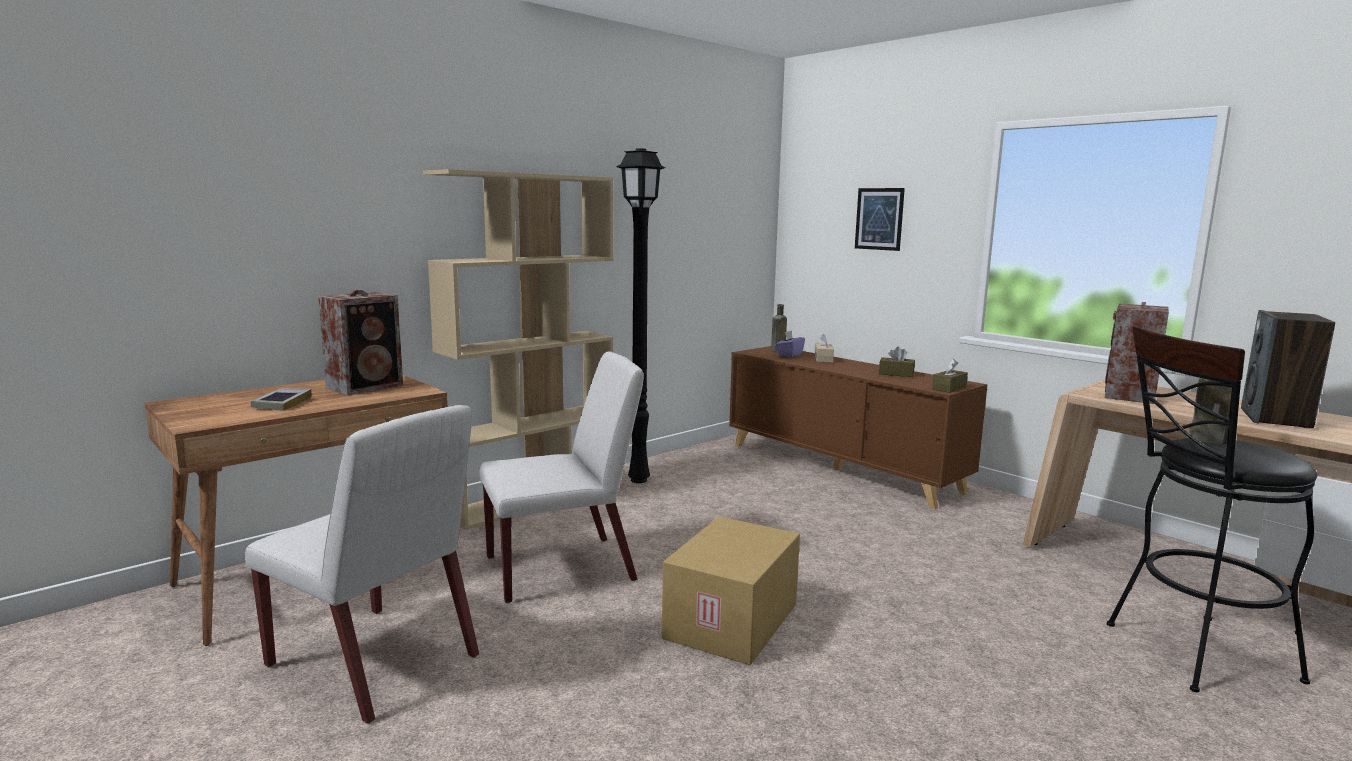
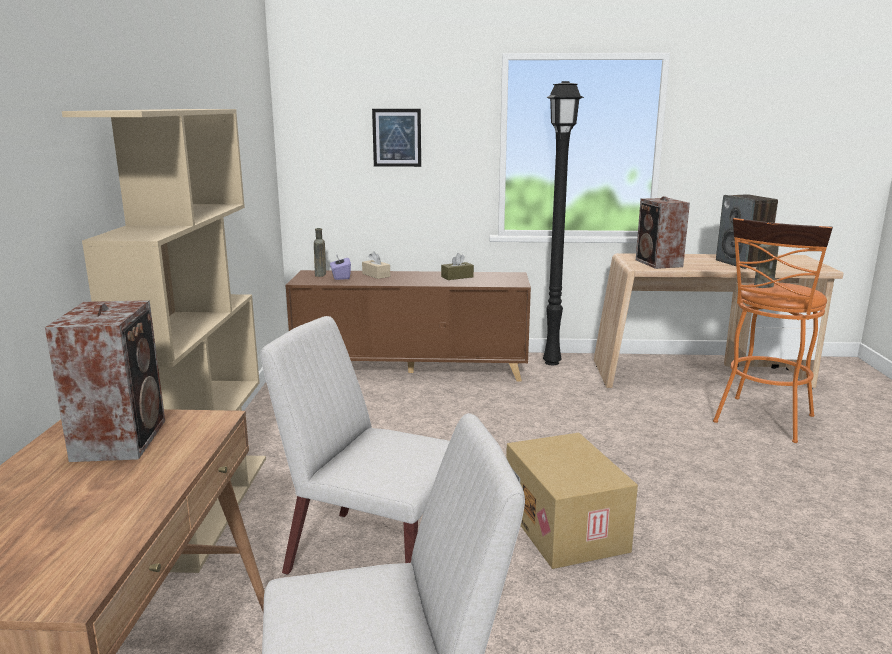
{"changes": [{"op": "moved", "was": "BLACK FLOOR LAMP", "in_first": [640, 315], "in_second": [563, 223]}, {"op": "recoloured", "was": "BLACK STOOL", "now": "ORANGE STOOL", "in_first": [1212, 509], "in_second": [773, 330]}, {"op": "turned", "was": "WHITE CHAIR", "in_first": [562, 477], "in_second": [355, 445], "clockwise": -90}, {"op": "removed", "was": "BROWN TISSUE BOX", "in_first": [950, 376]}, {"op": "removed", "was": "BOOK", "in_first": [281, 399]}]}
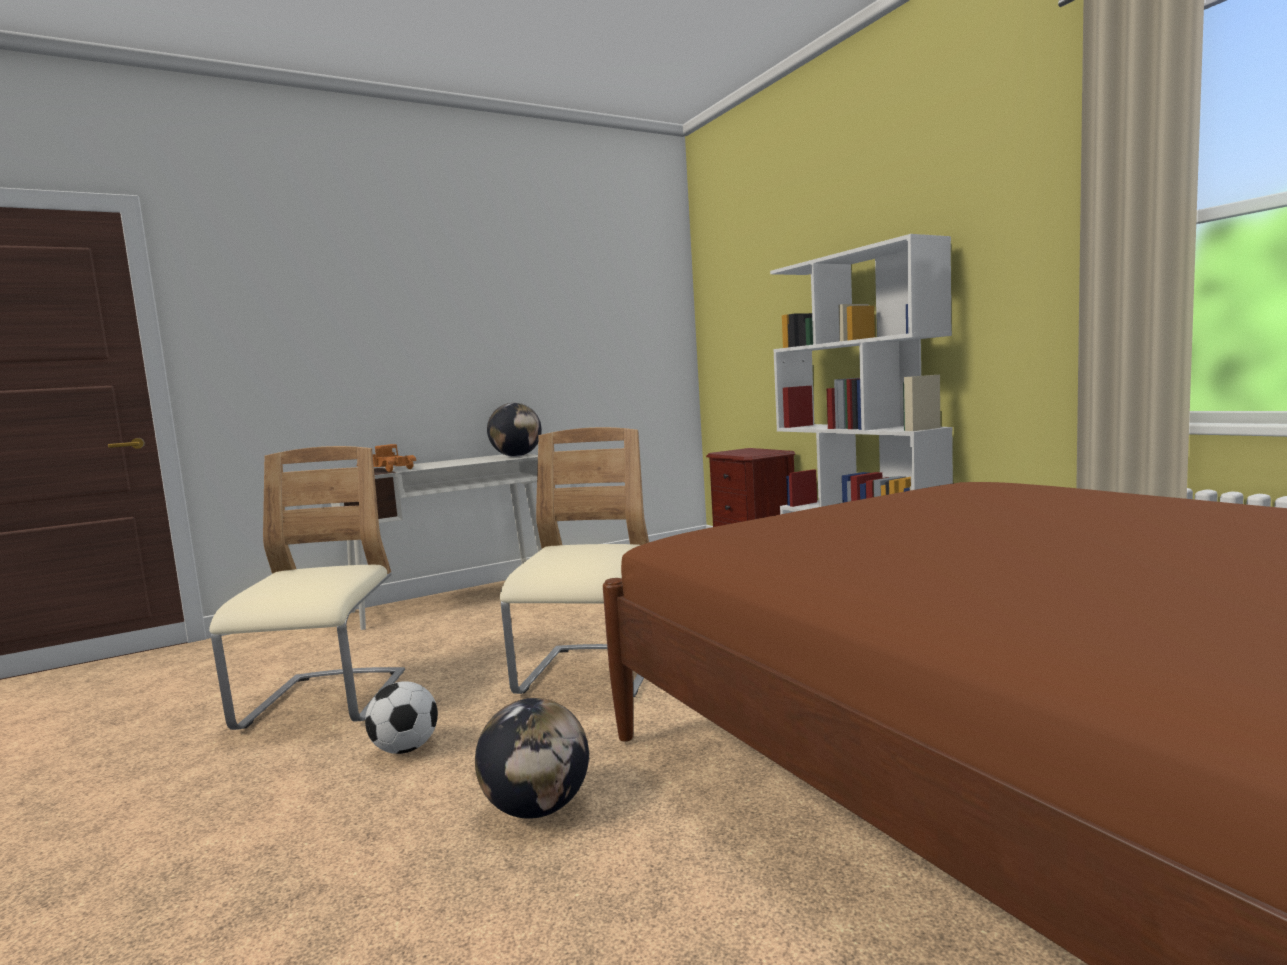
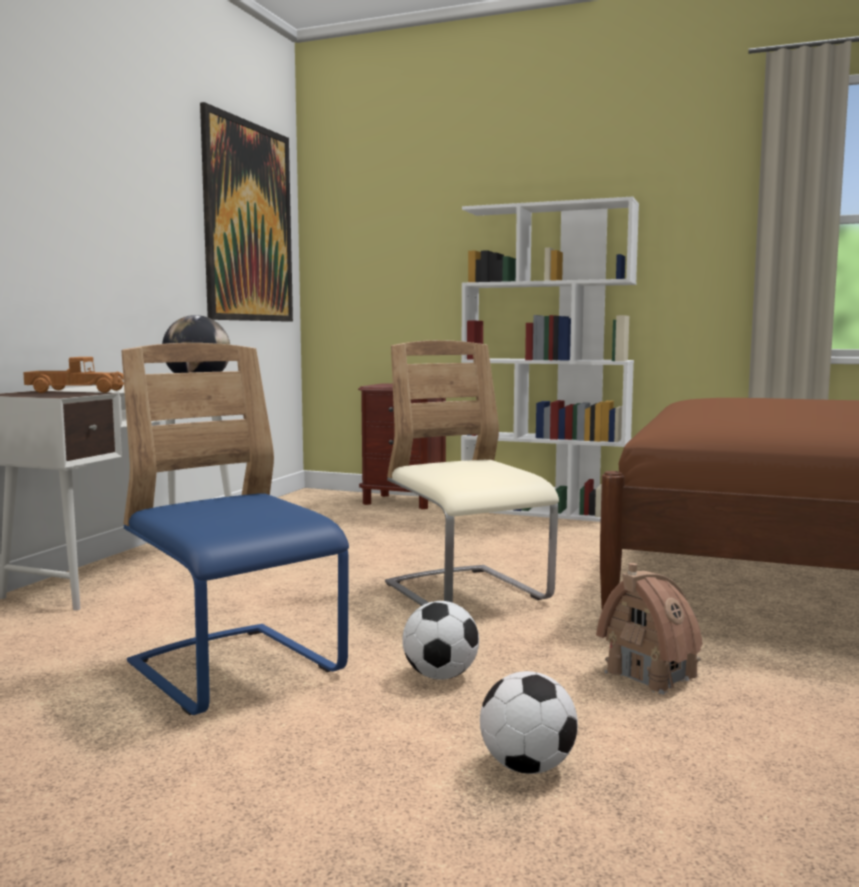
{"changes": [{"op": "recoloured", "was": "BEIGE CHAIR", "now": "BLUE CHAIR", "in_first": [307, 588], "in_second": [235, 529]}, {"op": "replaced", "was": "GLOBE", "now": "TOY HOUSE", "in_first": [532, 758], "in_second": [649, 629]}, {"op": "added", "now": "PICTURE", "in_second": [246, 212]}, {"op": "added", "now": "FOOTBALL", "in_second": [529, 722]}]}
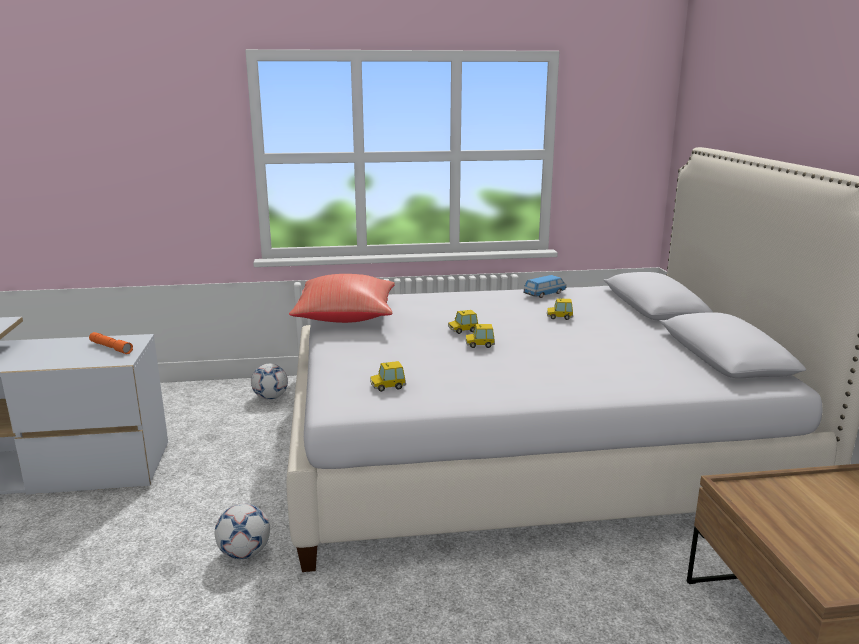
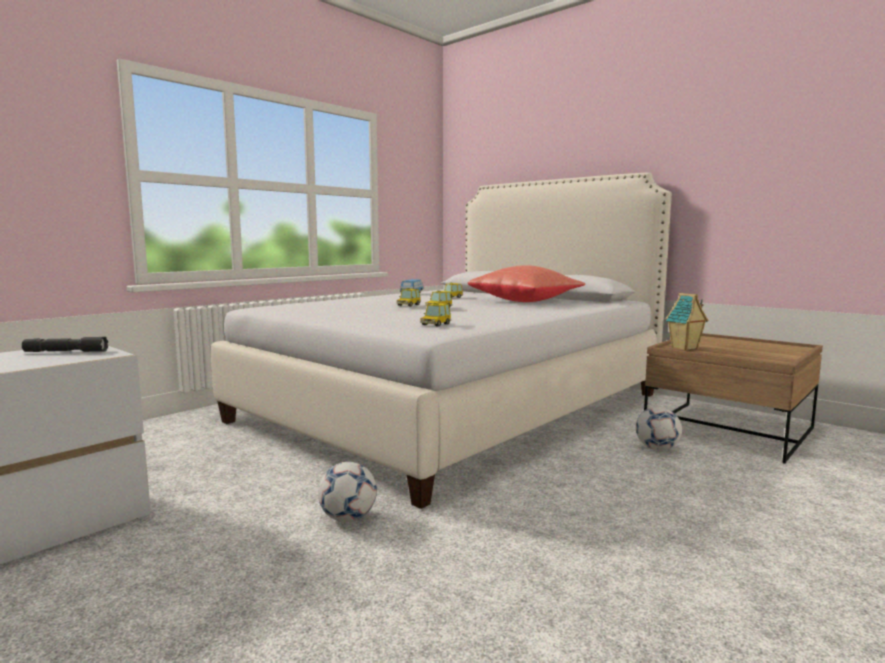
{"changes": [{"op": "moved", "was": "RED PILLOW", "in_first": [342, 298], "in_second": [526, 283]}, {"op": "recoloured", "was": "ORANGE FLASHLIGHT", "now": "GREY FLASHLIGHT", "in_first": [111, 343], "in_second": [65, 344]}, {"op": "moved", "was": "FOOTBALL", "in_first": [269, 382], "in_second": [659, 429]}, {"op": "added", "now": "TOY HOUSE", "in_second": [686, 321]}]}
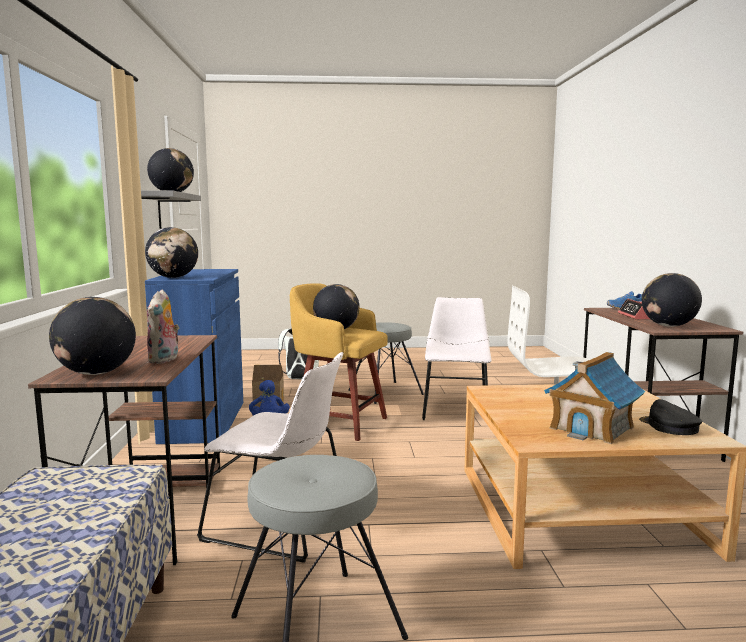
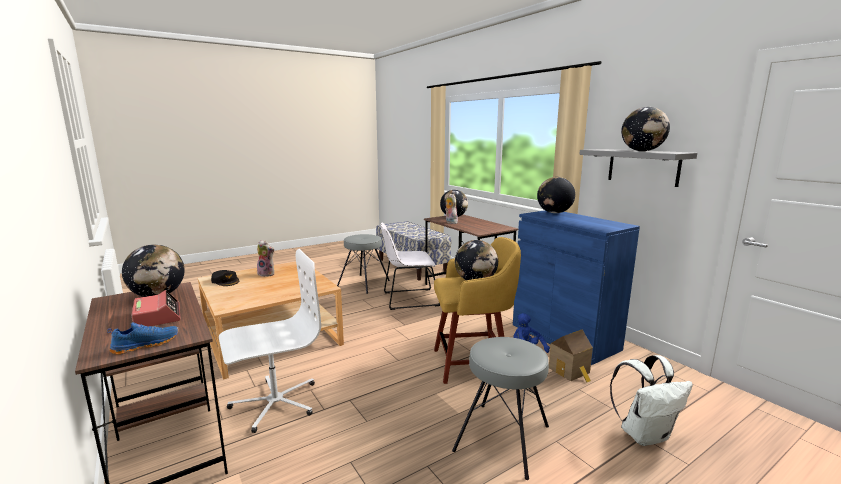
{"changes": [{"op": "removed", "was": "WHITE CHAIR", "in_first": [456, 358]}, {"op": "replaced", "was": "TOY HOUSE", "now": "PLUSH TOY", "in_first": [595, 398], "in_second": [265, 258]}]}
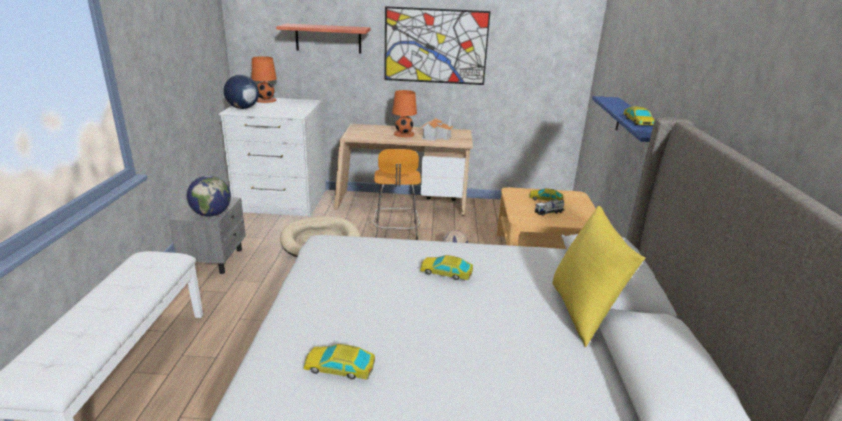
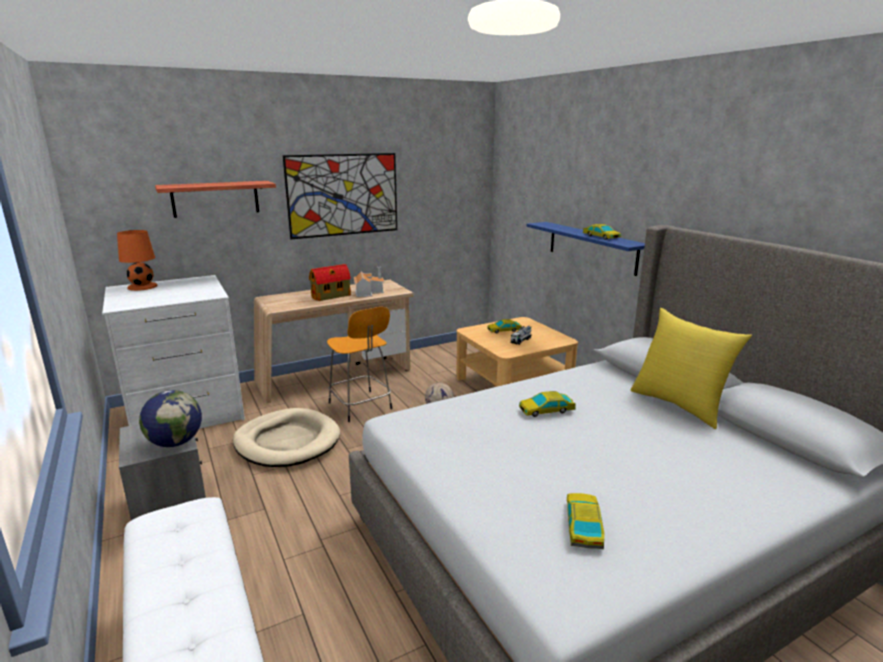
{"changes": [{"op": "removed", "was": "GLOBE", "in_first": [241, 92]}, {"op": "replaced", "was": "ORANGE TABLE LAMP", "now": "TOY HOUSE", "in_first": [404, 113], "in_second": [330, 282]}, {"op": "turned", "was": "TOY CAR", "in_first": [339, 362], "in_second": [586, 521], "clockwise": 120}]}
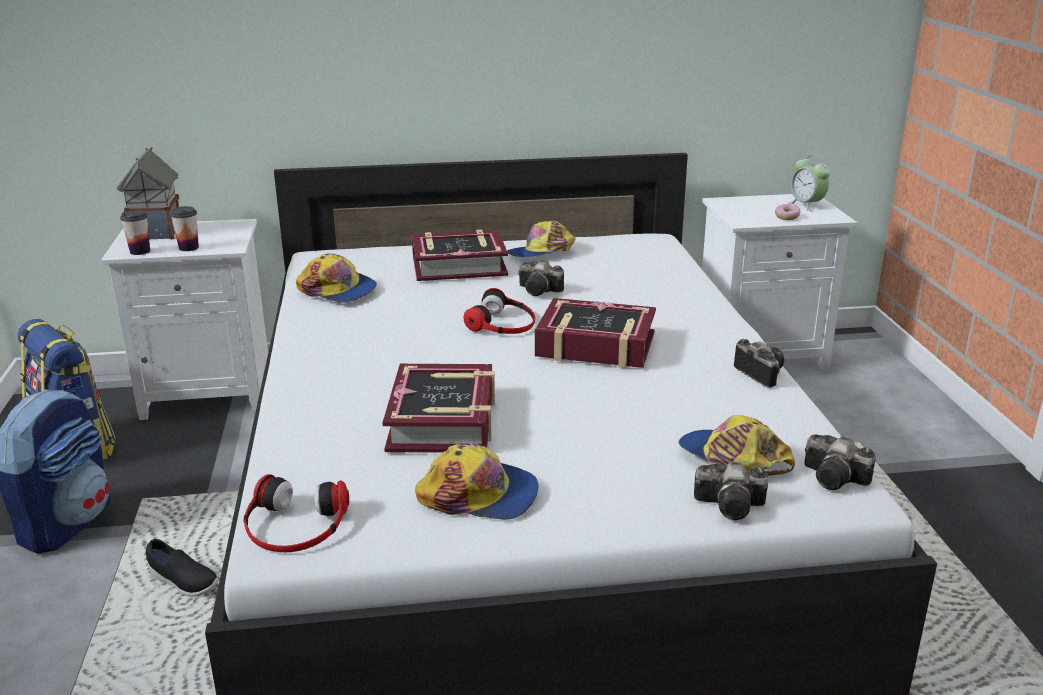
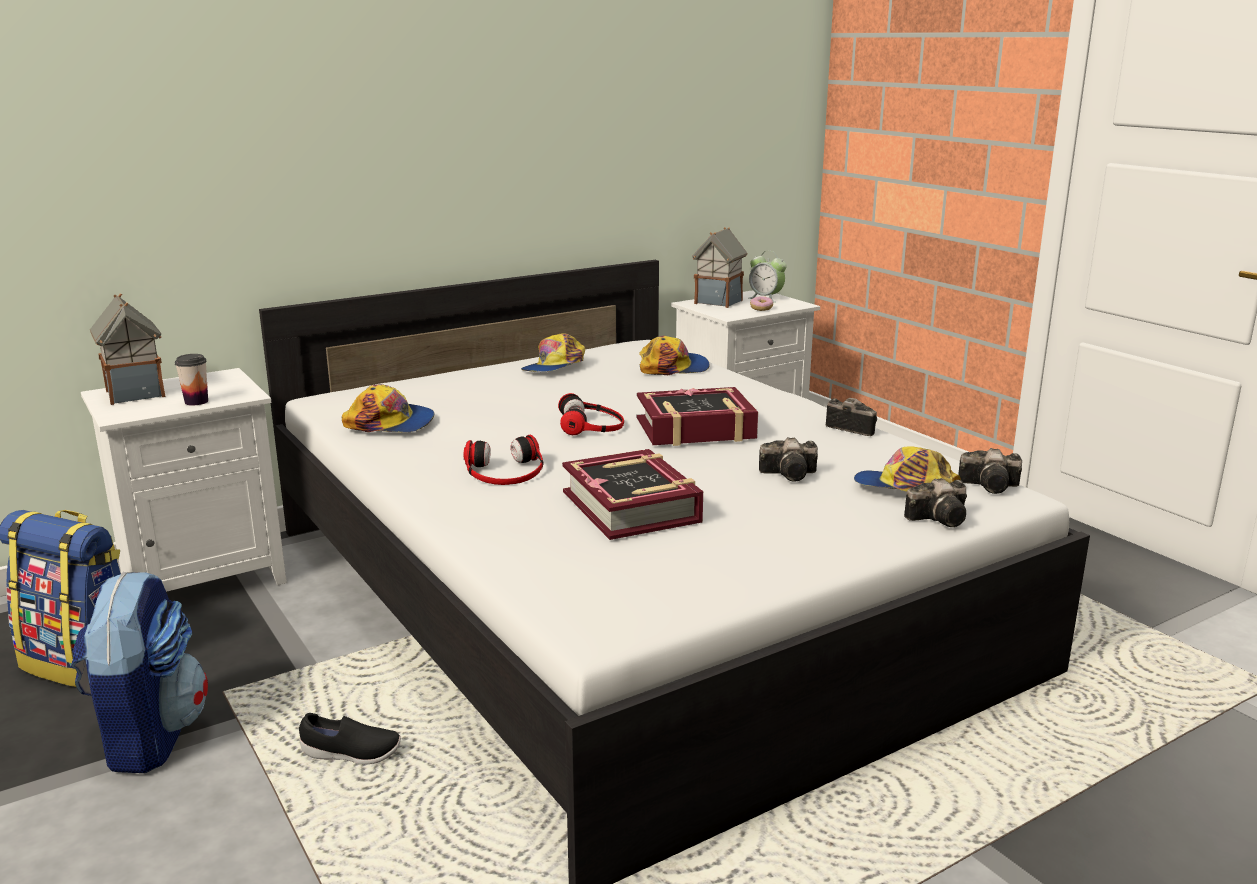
{"changes": [{"op": "removed", "was": "CUP", "in_first": [135, 232]}, {"op": "removed", "was": "BOOK", "in_first": [460, 255]}, {"op": "moved", "was": "PHOTO CAMERA", "in_first": [541, 278], "in_second": [788, 459]}, {"op": "moved", "was": "CAP", "in_first": [476, 481], "in_second": [674, 355]}, {"op": "moved", "was": "HEADPHONES", "in_first": [296, 513], "in_second": [503, 460]}, {"op": "added", "now": "TOY HOUSE", "in_second": [719, 267]}]}
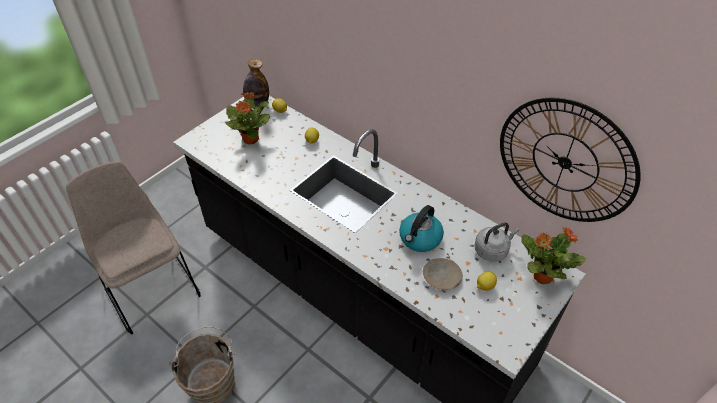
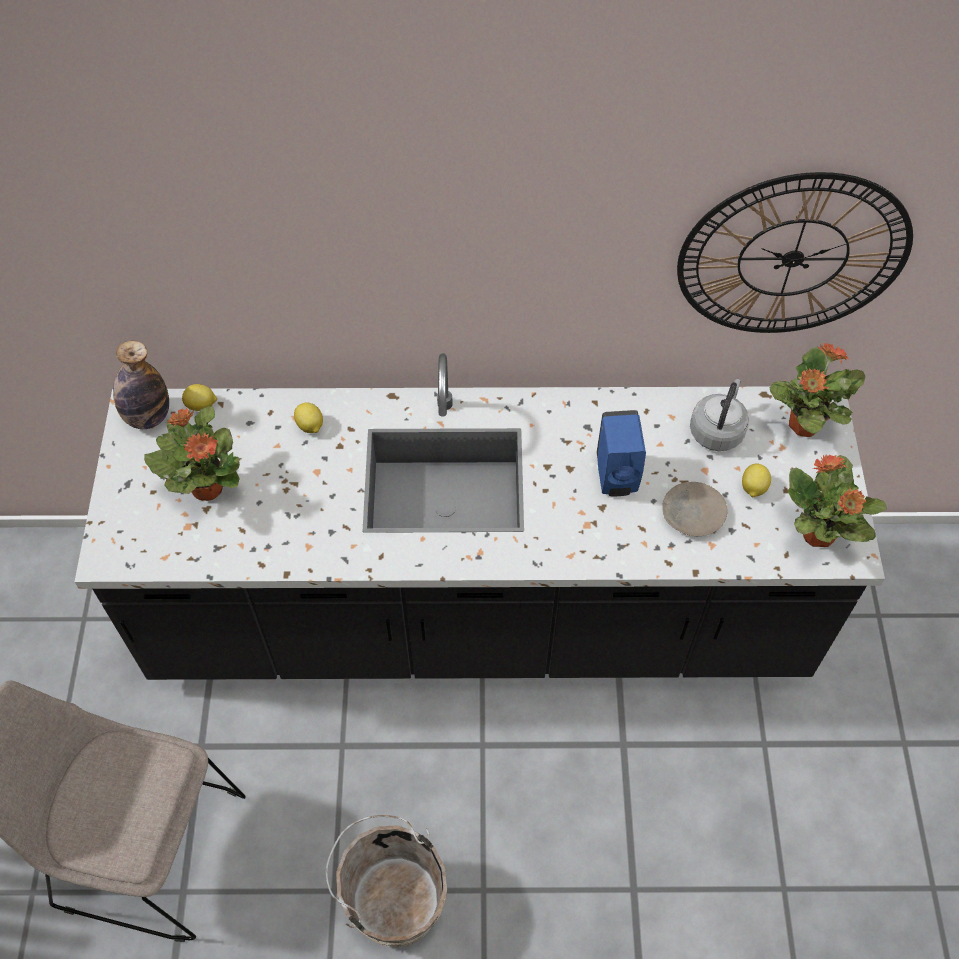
{"changes": [{"op": "replaced", "was": "KETTLE", "now": "BLUE SOAP DISPENSER", "in_first": [421, 228], "in_second": [621, 453]}, {"op": "added", "now": "POTTED PLANT", "in_second": [837, 501]}]}
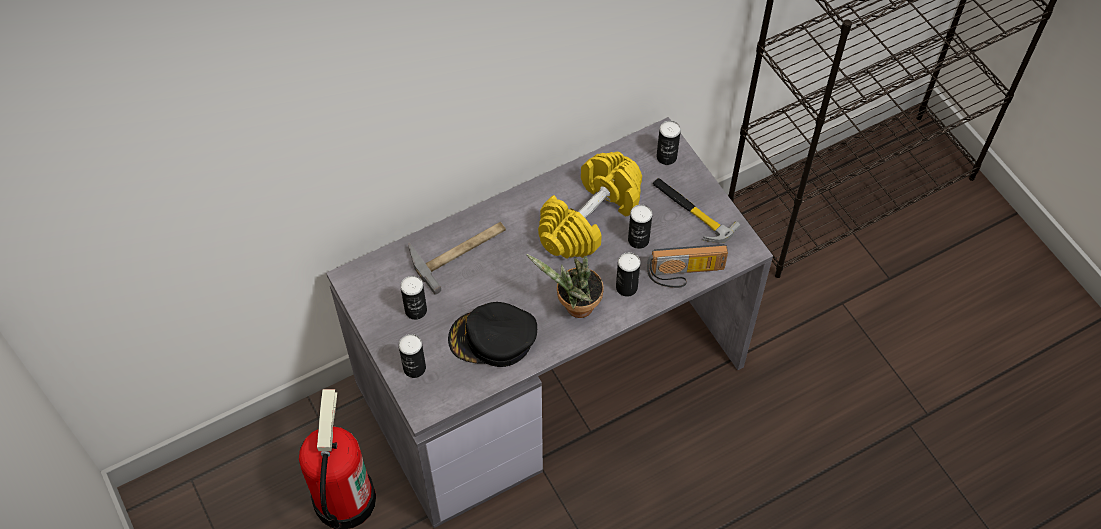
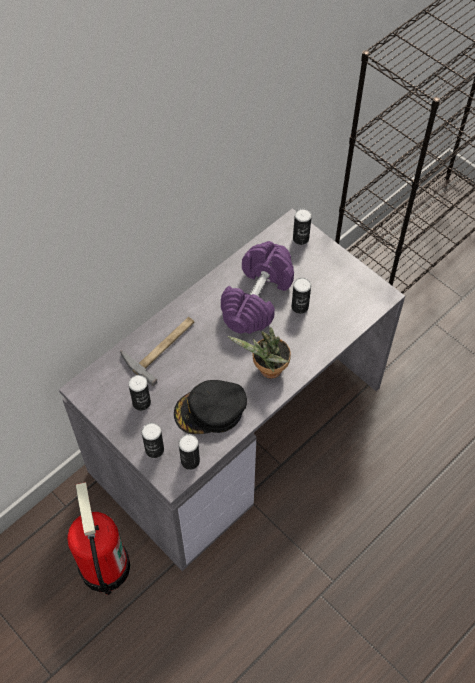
{"changes": [{"op": "recoloured", "was": "YELLOW DUMBBELL", "now": "PURPLE DUMBBELL", "in_first": [590, 205], "in_second": [257, 287]}, {"op": "removed", "was": "HAMMER", "in_first": [697, 210]}, {"op": "removed", "was": "RADIO", "in_first": [687, 266]}, {"op": "moved", "was": "CAN", "in_first": [628, 274], "in_second": [189, 452]}]}
